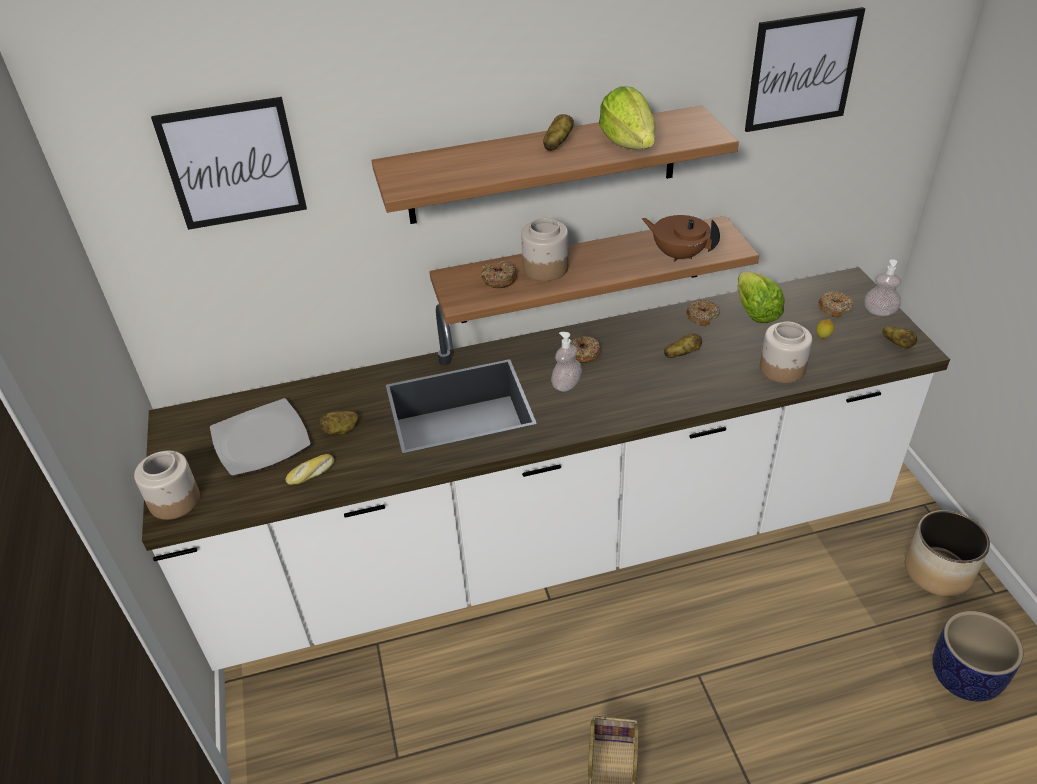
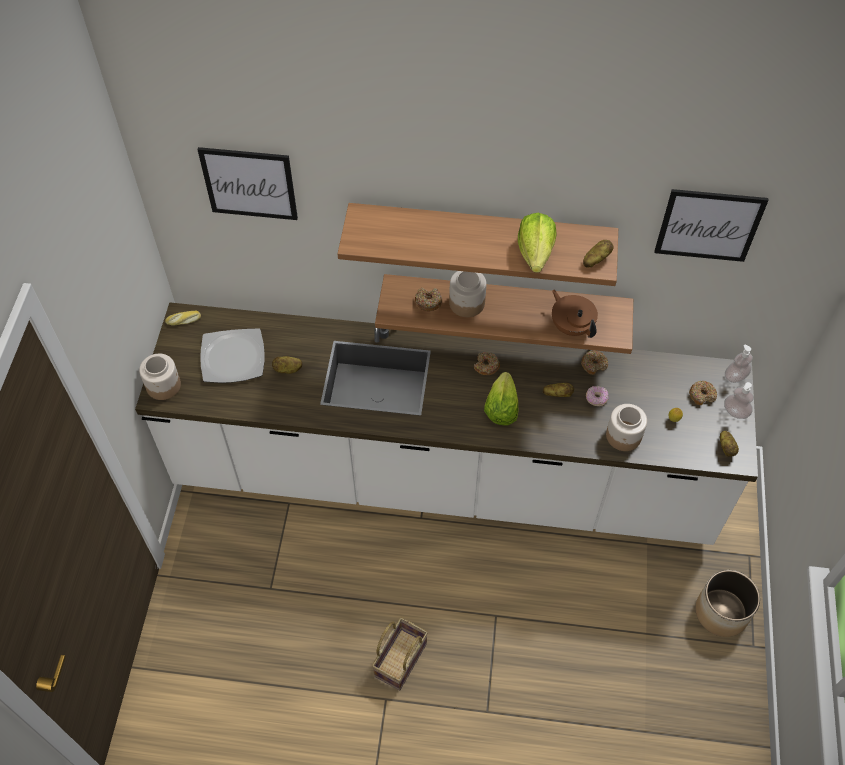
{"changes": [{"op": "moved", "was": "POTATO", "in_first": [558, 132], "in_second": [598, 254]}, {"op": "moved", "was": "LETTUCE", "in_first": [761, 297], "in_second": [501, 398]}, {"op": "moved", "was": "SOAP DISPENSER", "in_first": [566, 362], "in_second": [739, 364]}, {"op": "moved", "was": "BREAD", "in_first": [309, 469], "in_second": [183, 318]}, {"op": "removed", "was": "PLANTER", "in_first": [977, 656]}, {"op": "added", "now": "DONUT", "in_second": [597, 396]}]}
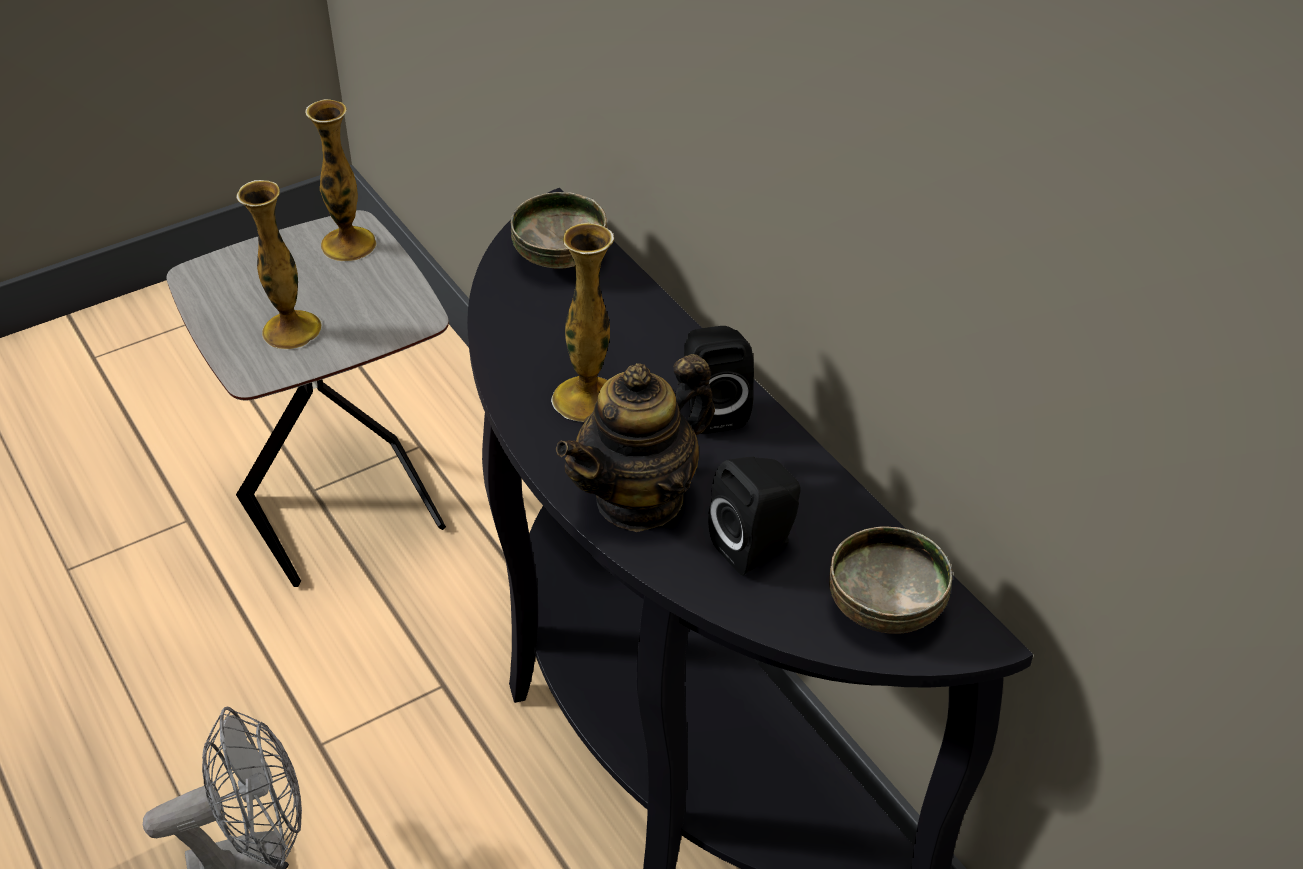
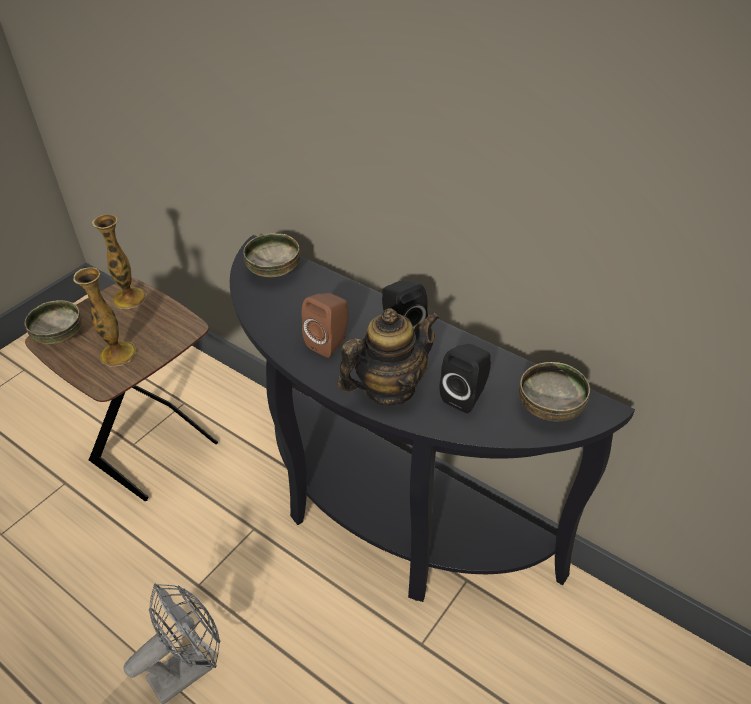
{"changes": [{"op": "recoloured", "was": "GREY SIDE TABLE", "now": "BROWN SIDE TABLE", "in_first": [307, 398], "in_second": [121, 389]}, {"op": "replaced", "was": "VASE", "now": "BROWN SPEAKER", "in_first": [582, 322], "in_second": [324, 325]}, {"op": "turned", "was": "TEAPOT", "in_first": [635, 443], "in_second": [388, 356], "clockwise": -150}, {"op": "added", "now": "BOWL", "in_second": [53, 322]}]}
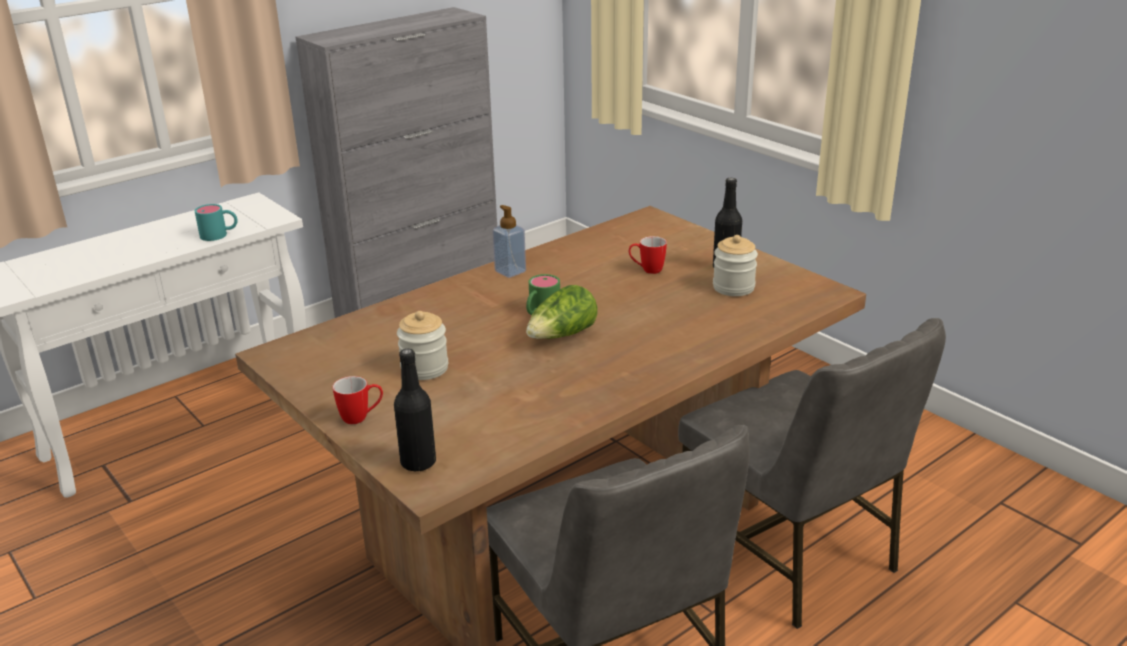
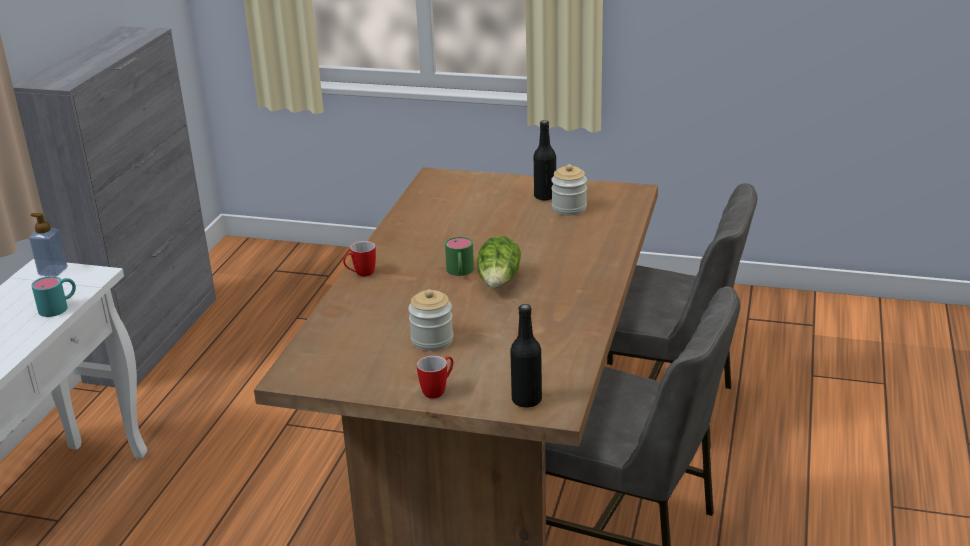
{"changes": [{"op": "moved", "was": "SOAP DISPENSER", "in_first": [509, 241], "in_second": [48, 244]}, {"op": "moved", "was": "MUG", "in_first": [647, 255], "in_second": [359, 259]}]}
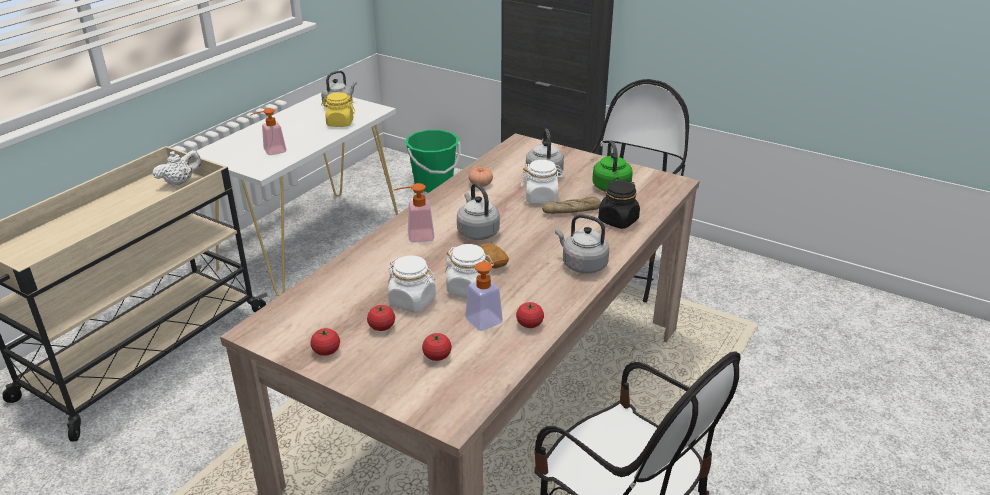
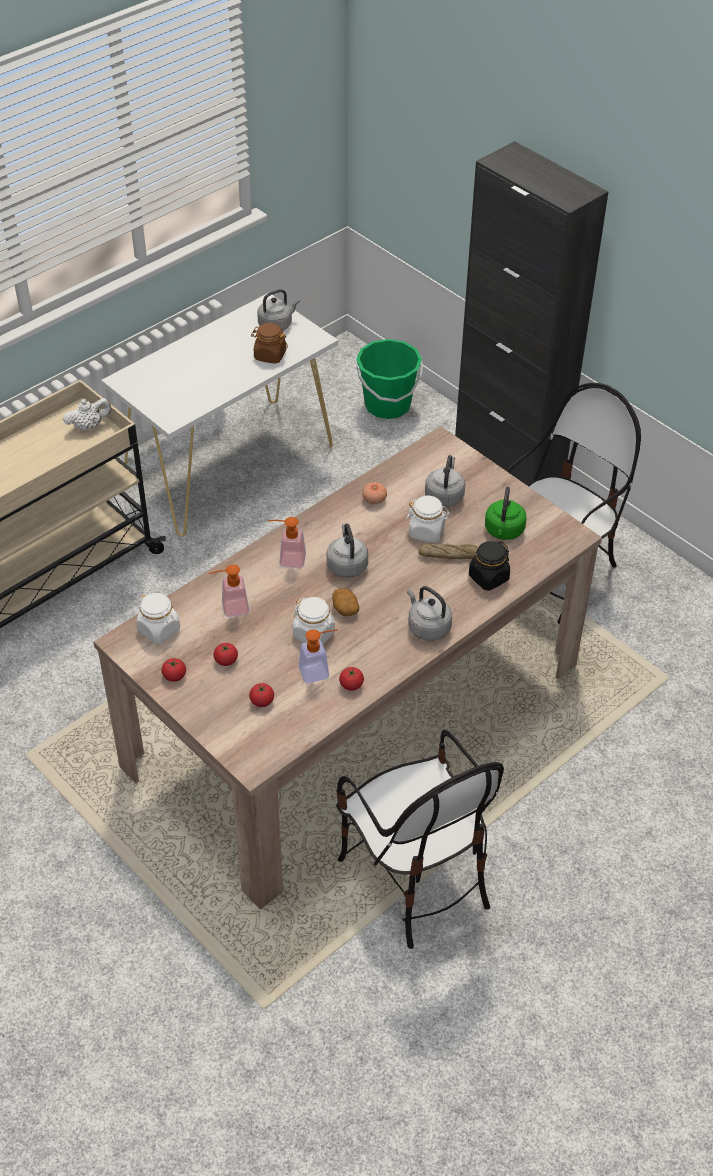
{"changes": [{"op": "recoloured", "was": "YELLOW JAR", "now": "BROWN JAR", "in_first": [338, 109], "in_second": [269, 343]}, {"op": "moved", "was": "SOAP DISPENSER", "in_first": [268, 131], "in_second": [228, 590]}, {"op": "moved", "was": "WHITE JAR", "in_first": [412, 284], "in_second": [158, 618]}]}
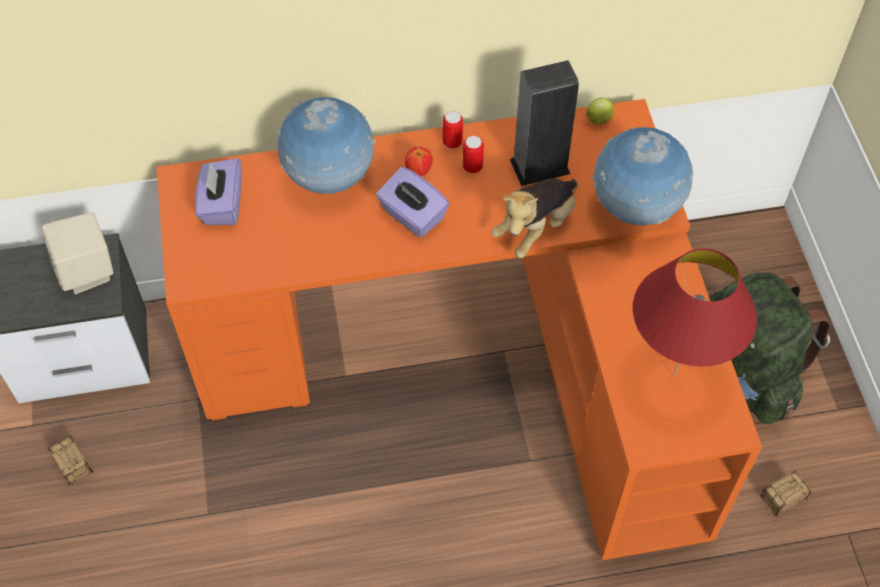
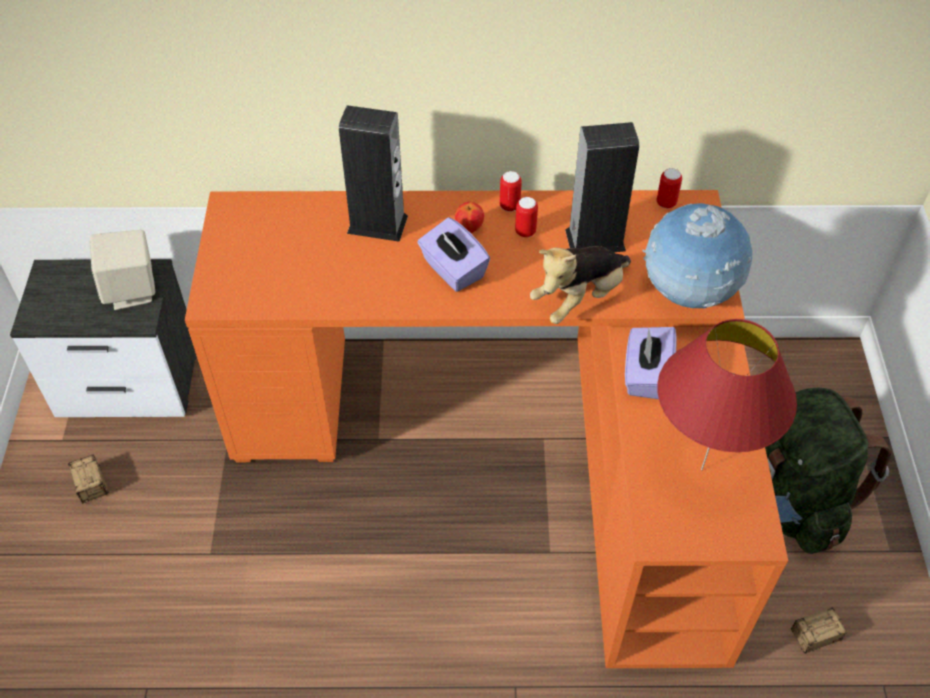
{"changes": [{"op": "replaced", "was": "GLOBE", "now": "SPEAKER", "in_first": [327, 145], "in_second": [373, 173]}, {"op": "replaced", "was": "APPLE", "now": "CAN", "in_first": [600, 111], "in_second": [669, 188]}, {"op": "moved", "was": "PURPLE TISSUE BOX", "in_first": [218, 191], "in_second": [651, 363]}]}
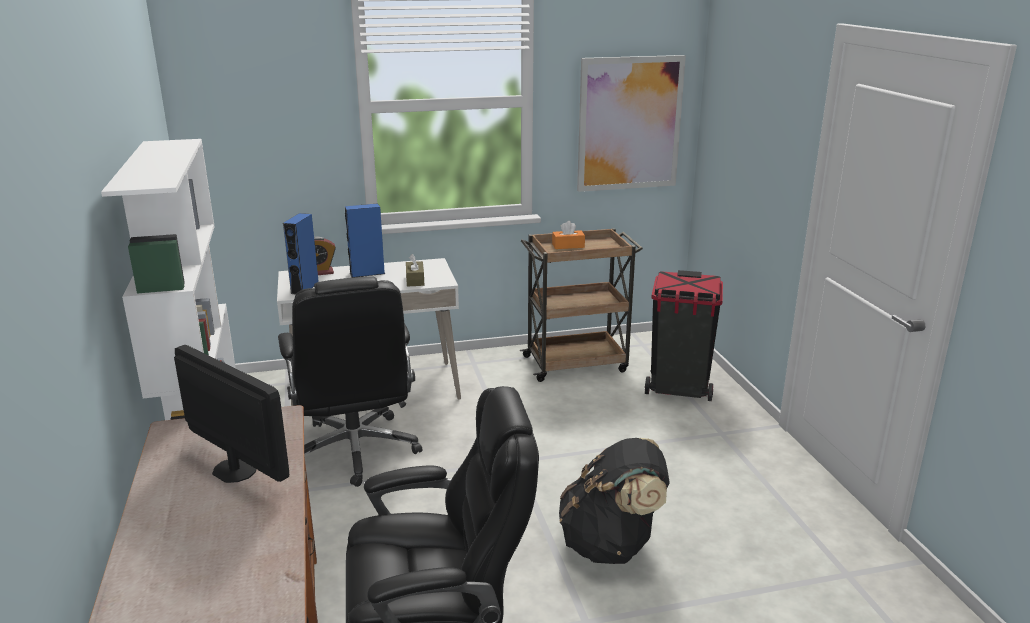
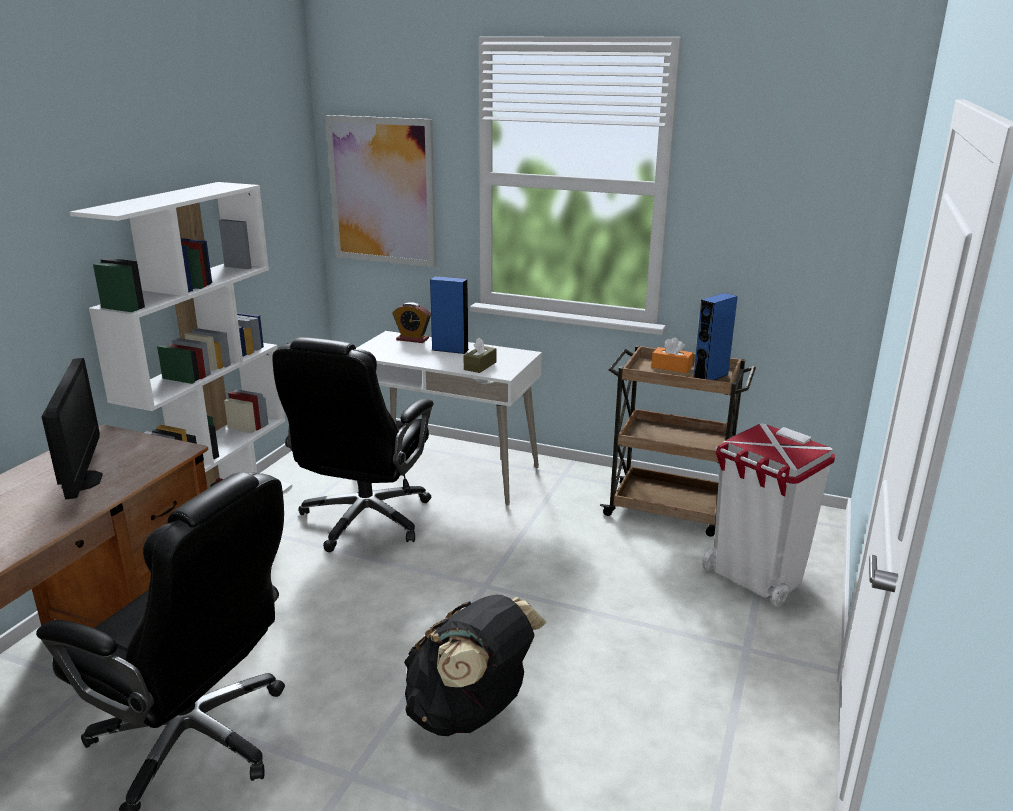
{"changes": [{"op": "moved", "was": "PICTURE", "in_first": [631, 123], "in_second": [380, 191]}, {"op": "moved", "was": "BLUE SPEAKER", "in_first": [301, 253], "in_second": [715, 336]}, {"op": "recoloured", "was": "BLACK TRASH CAN", "now": "WHITE TRASH CAN", "in_first": [684, 335], "in_second": [768, 515]}]}
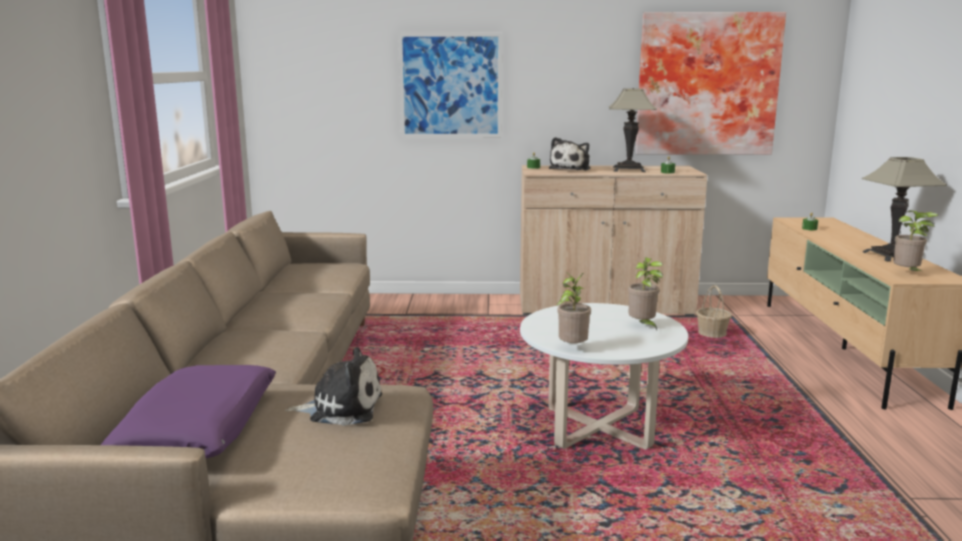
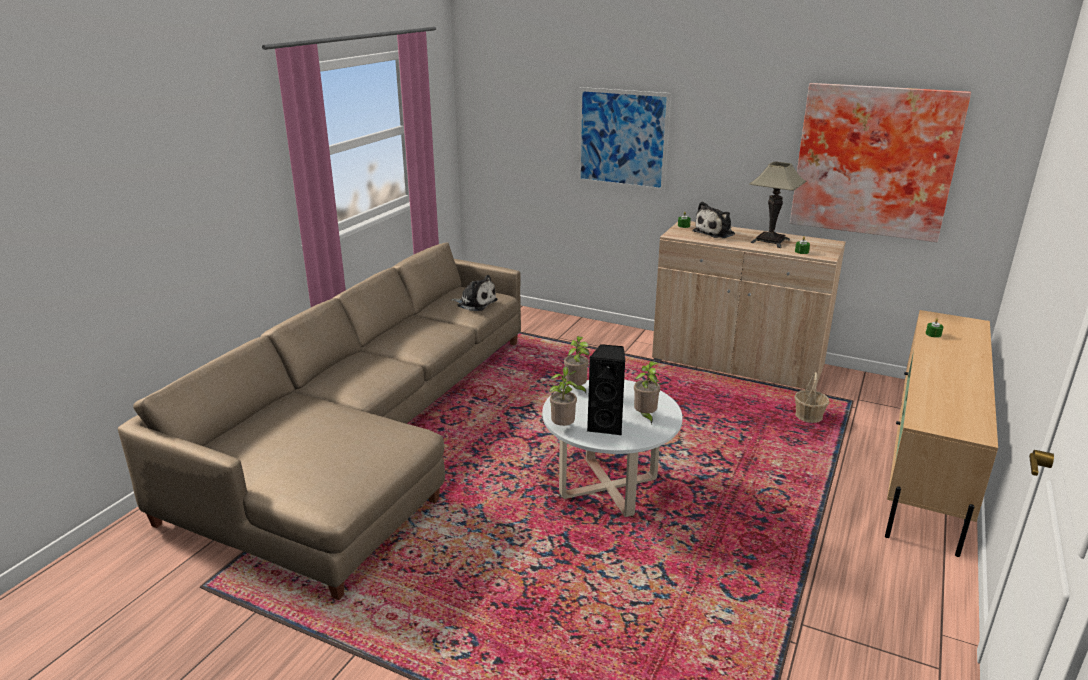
{"changes": [{"op": "removed", "was": "TABLE LAMP", "in_first": [904, 209]}, {"op": "moved", "was": "POTTED PLANT", "in_first": [916, 242], "in_second": [576, 364]}, {"op": "moved", "was": "PLUSH TOY", "in_first": [333, 386], "in_second": [474, 293]}, {"op": "removed", "was": "PURPLE PILLOW", "in_first": [188, 411]}, {"op": "added", "now": "BLACK SPEAKER", "in_second": [606, 389]}]}
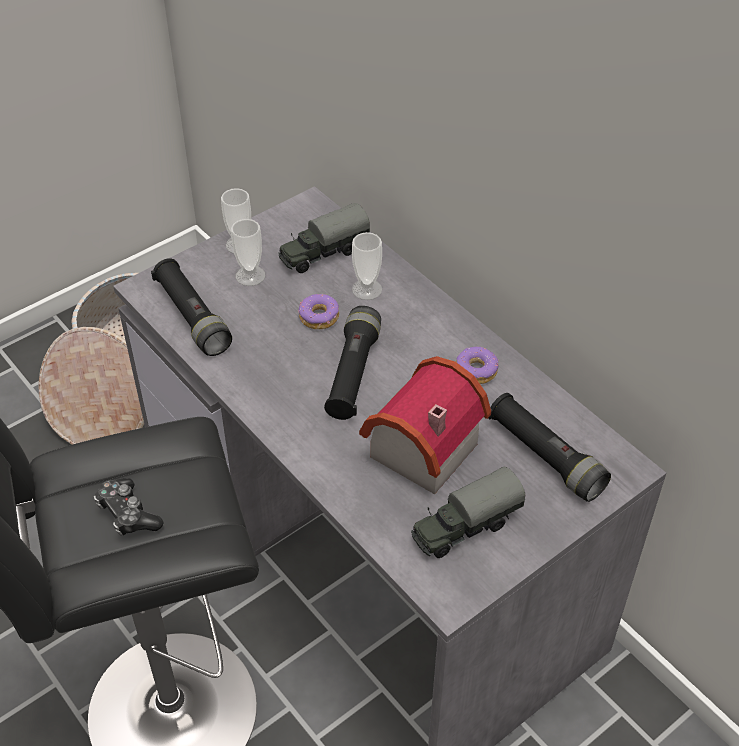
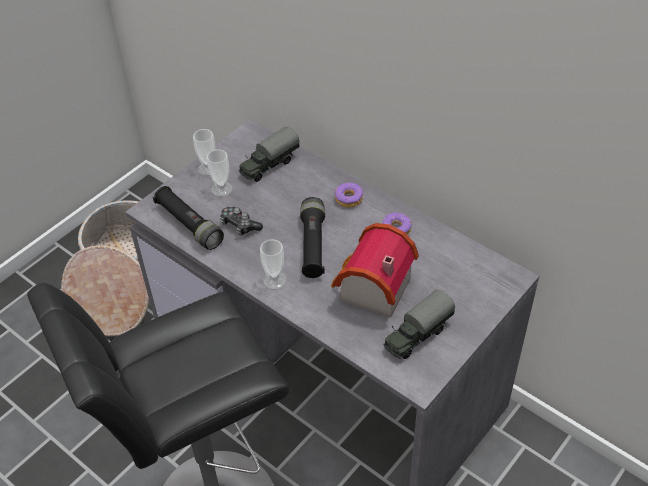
{"changes": [{"op": "moved", "was": "CUP", "in_first": [367, 266], "in_second": [273, 264]}, {"op": "moved", "was": "DONUT", "in_first": [318, 311], "in_second": [349, 195]}, {"op": "removed", "was": "BLACK FLASHLIGHT", "in_first": [549, 447]}, {"op": "moved", "was": "GAME CONTROLLER", "in_first": [129, 506], "in_second": [241, 221]}]}
